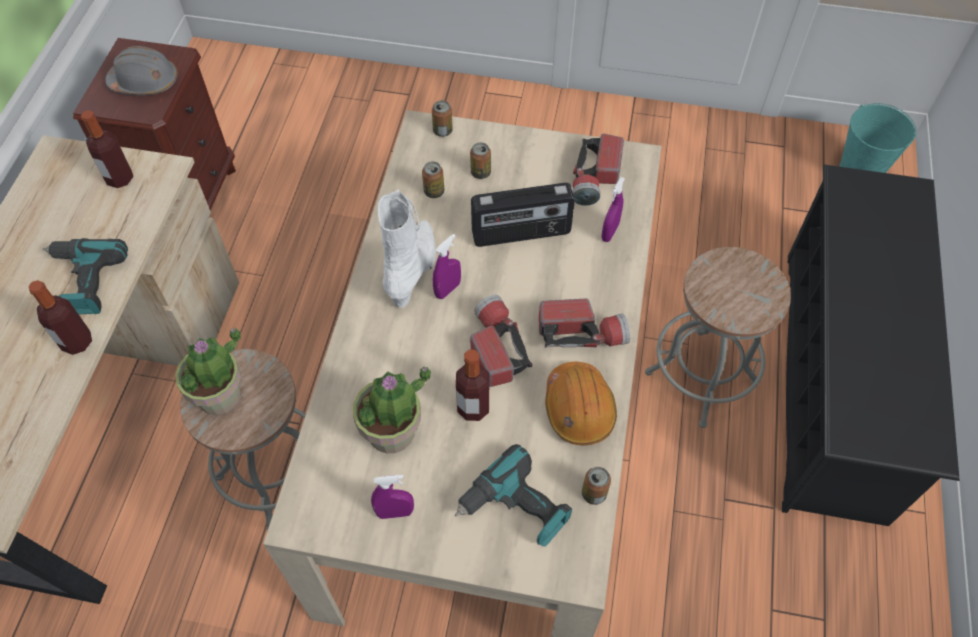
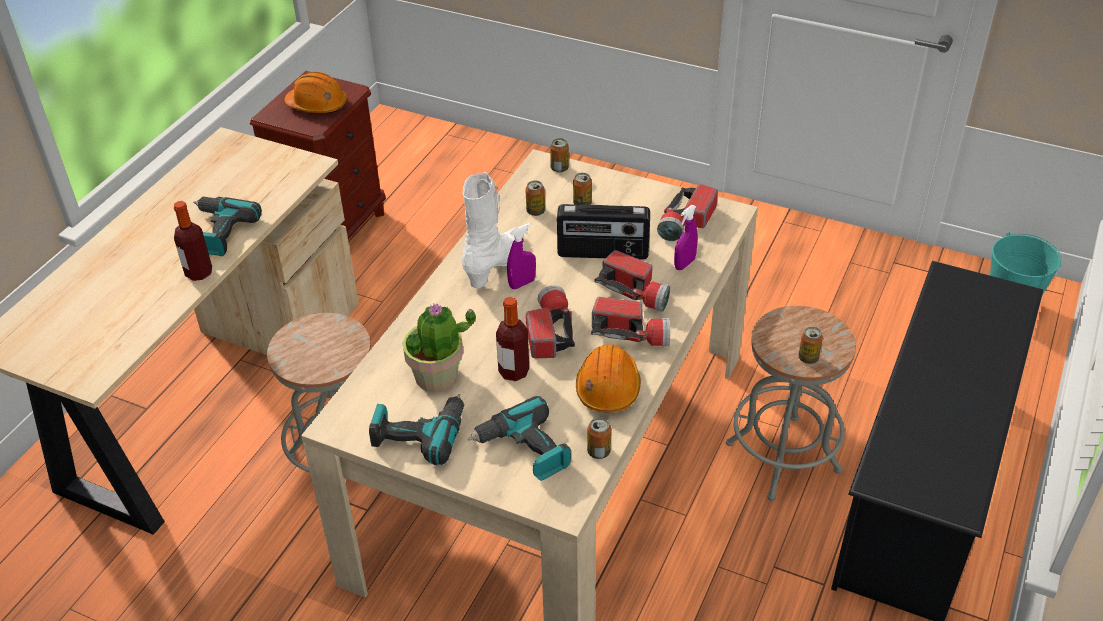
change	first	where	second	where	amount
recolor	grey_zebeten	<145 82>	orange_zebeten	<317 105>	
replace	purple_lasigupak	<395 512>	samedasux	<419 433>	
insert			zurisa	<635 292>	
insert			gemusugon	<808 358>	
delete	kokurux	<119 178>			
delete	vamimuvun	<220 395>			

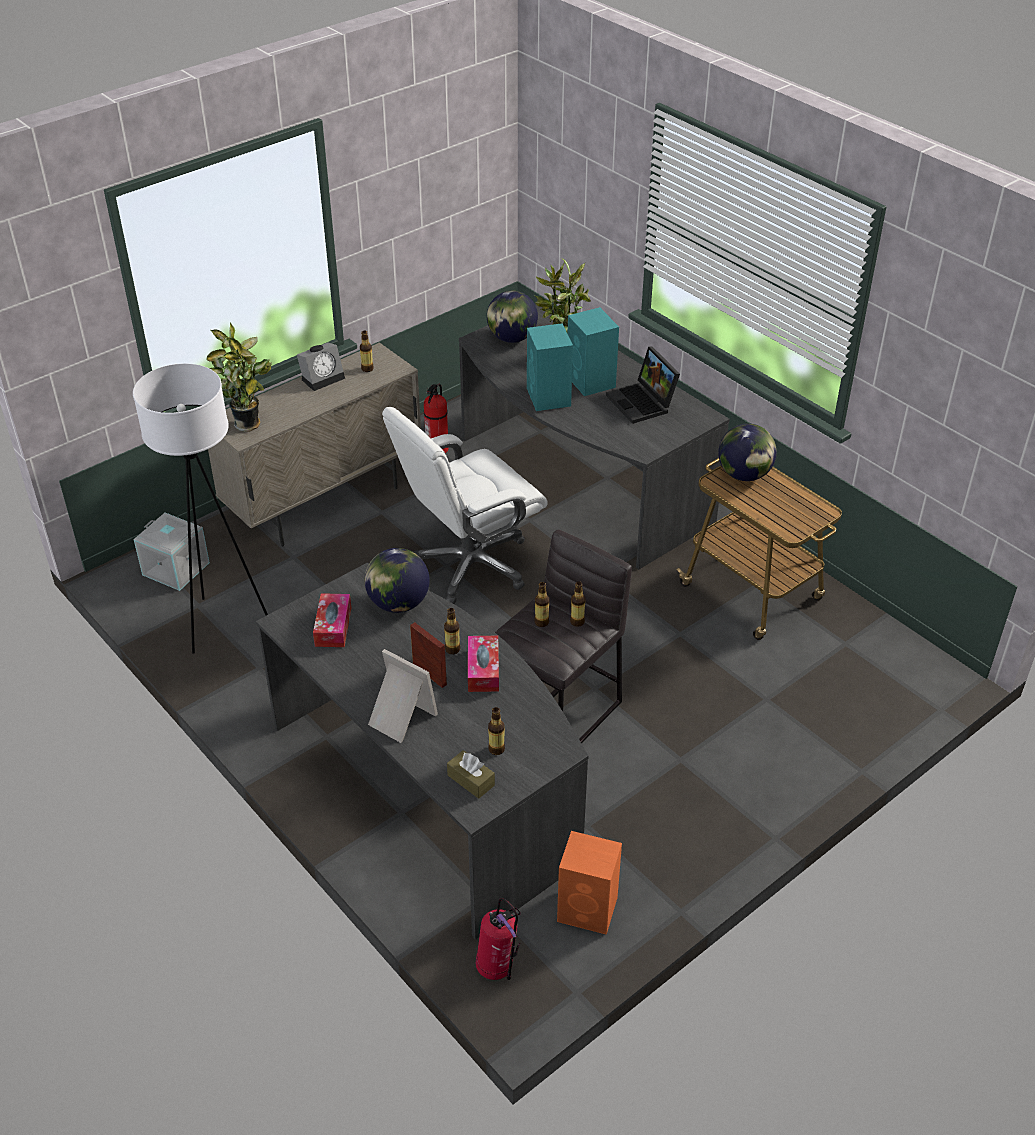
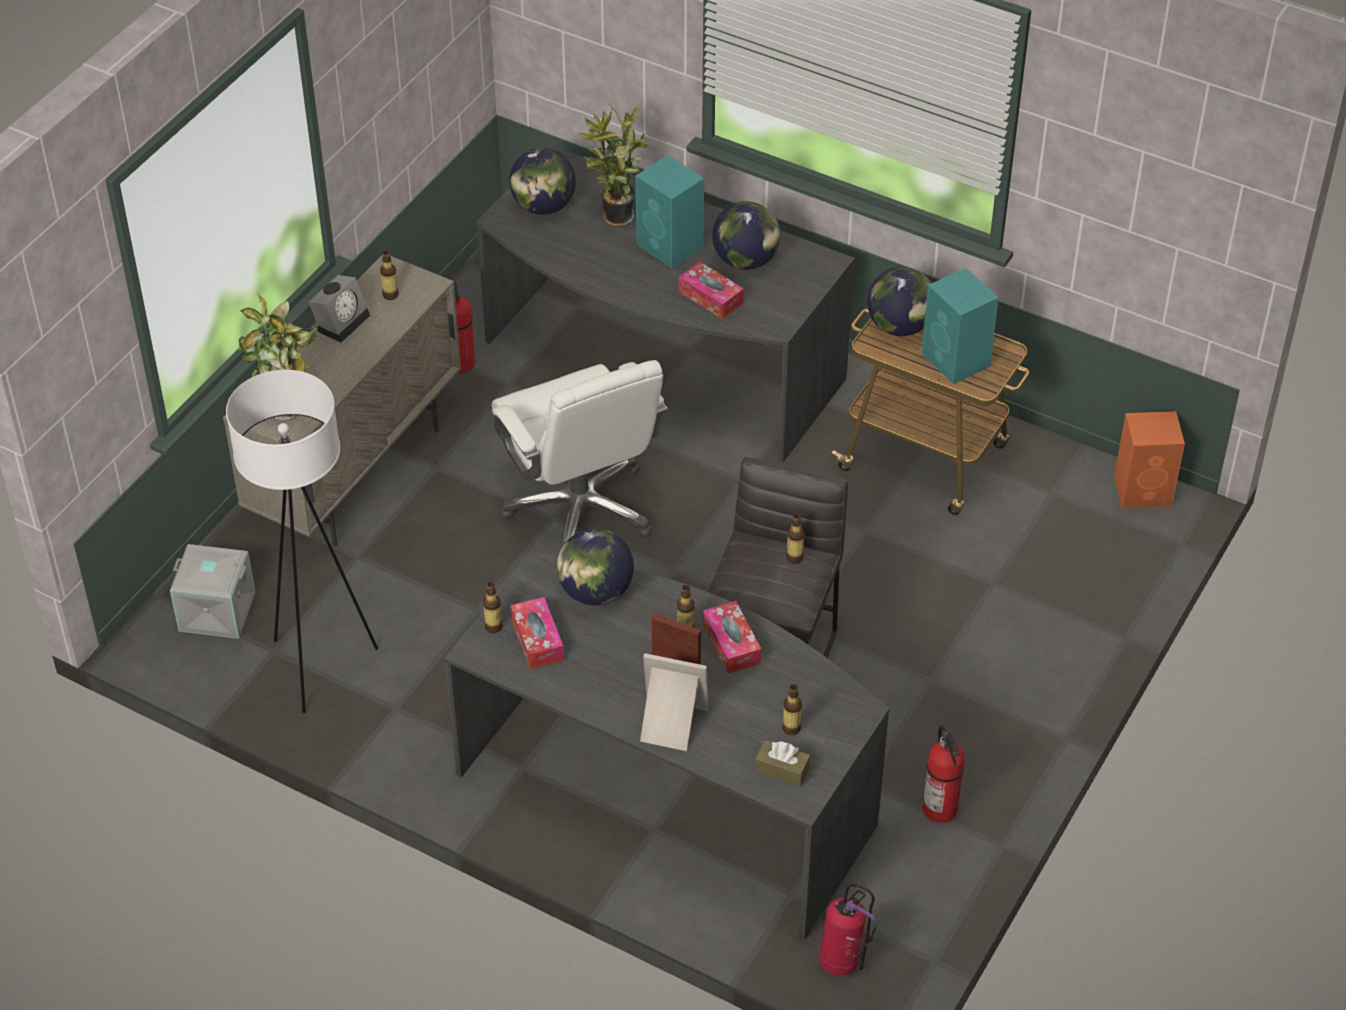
change	first	where	second	where	amount
move	kokurux	<541 622>		<493 627>	
rotate	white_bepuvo	<470 565>		<581 509>	60 degrees counterclockwise
insert			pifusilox	<711 297>	
replace	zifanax	<643 403>	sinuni	<746 261>	
move	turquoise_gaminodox	<549 398>		<956 361>	
insert			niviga	<941 809>	
move	orange_gaminodox	<589 910>		<1144 491>	

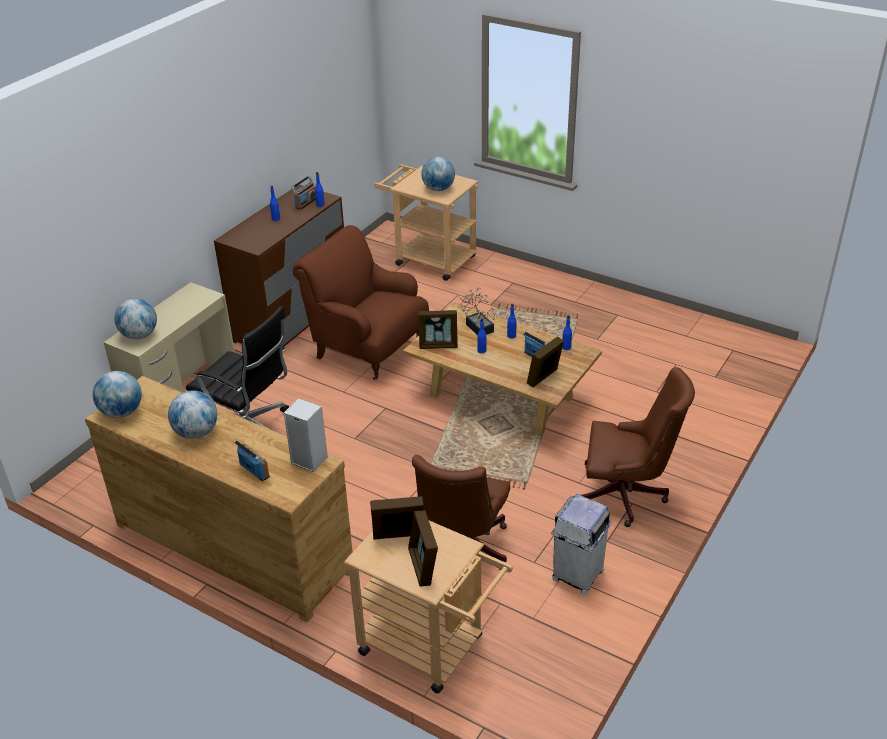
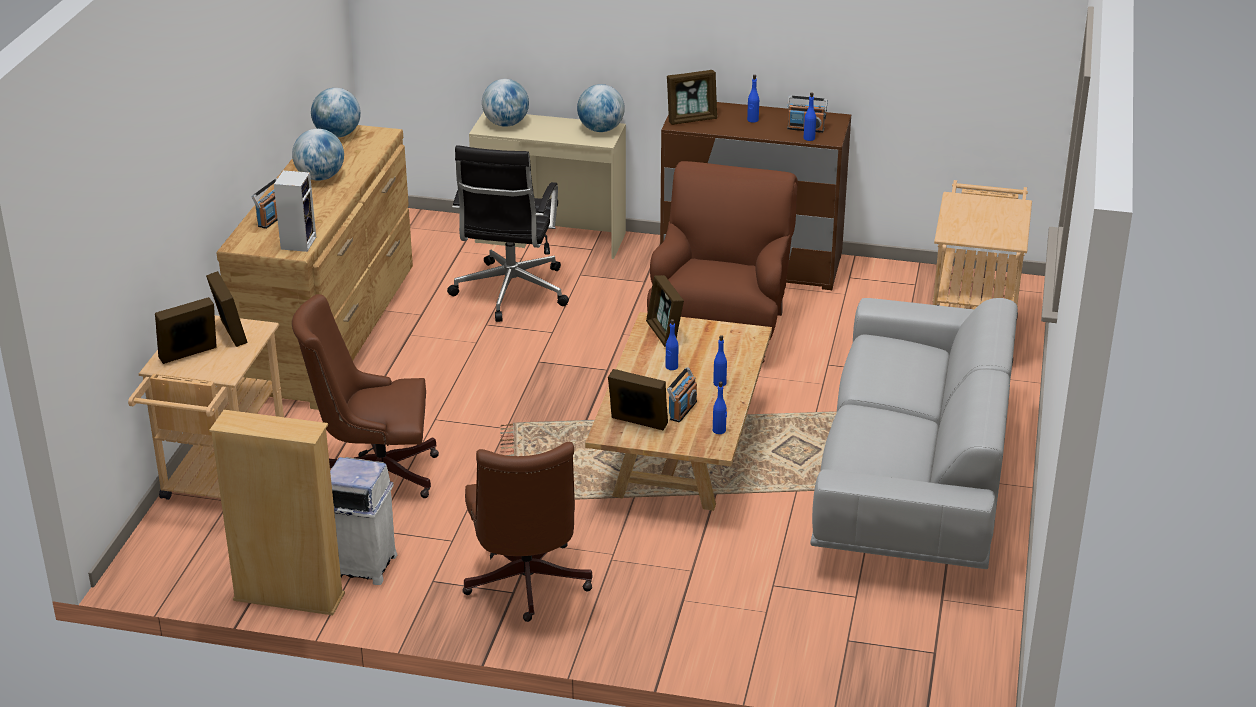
change	first	where	second	where	amount
insert			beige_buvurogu	<289 597>	
move	sinuni	<438 189>		<601 129>	
insert			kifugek	<692 119>	
insert			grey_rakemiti	<913 481>	
delete	vamimuvun	<478 326>			

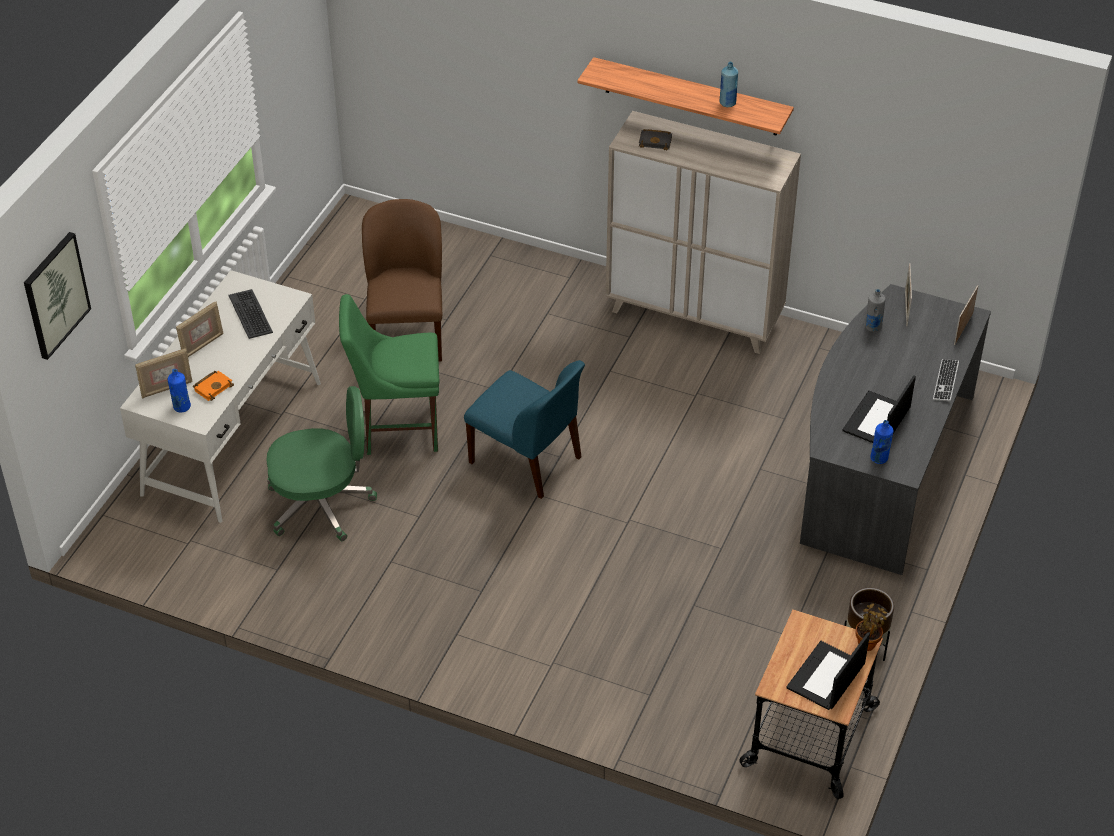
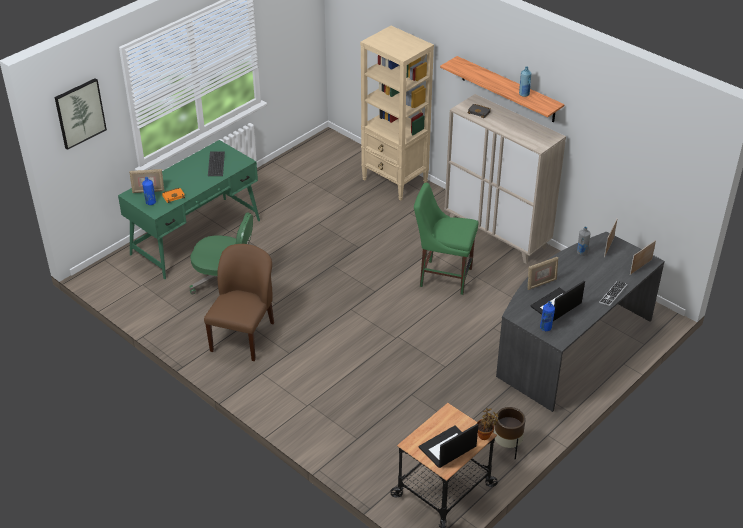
change	first	where	second	where	amount
recolor	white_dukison	<233 437>	green_dukison	<196 237>	
move	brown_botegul	<407 333>		<243 336>	
insert			beige_buvurogu	<395 181>	
move	green_botegul	<396 429>		<443 276>	
move	kifugek	<202 345>		<541 283>	
delete	blue_botegul	<527 461>			

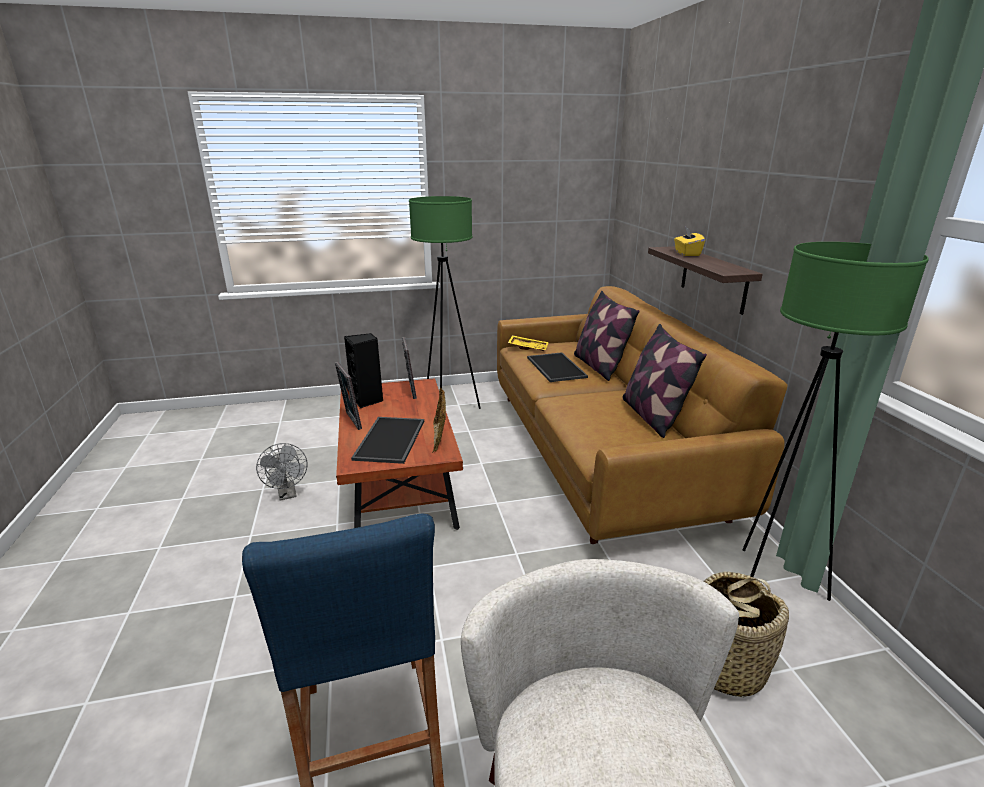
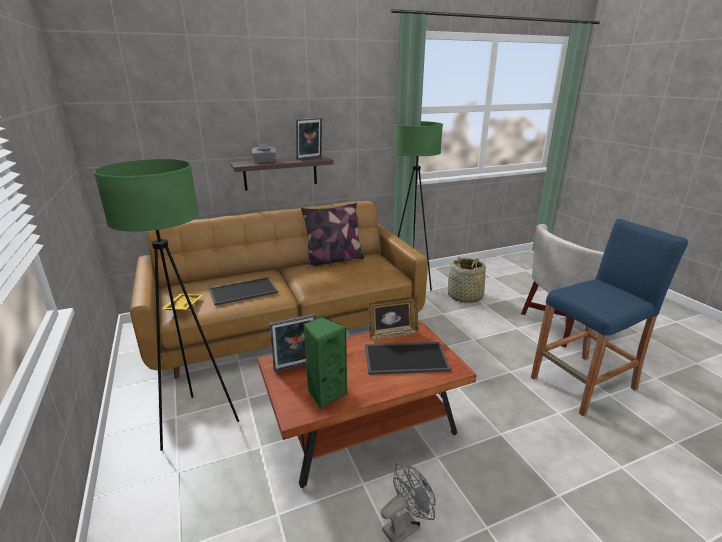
change	first	where	second	where	amount
recolor	yellow_pifusilox	<686 253>	grey_pifusilox	<265 161>	
move	kifugek	<351 421>		<310 158>	
recolor	black_gaminodox	<367 400>	green_gaminodox	<325 393>	
delete	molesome	<599 366>			

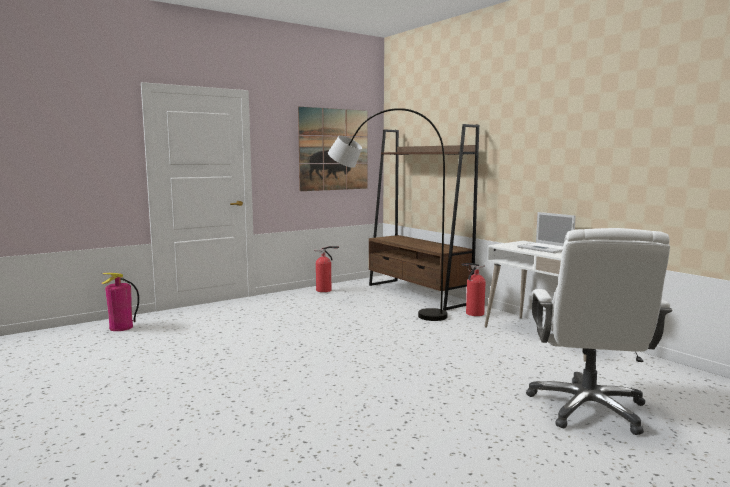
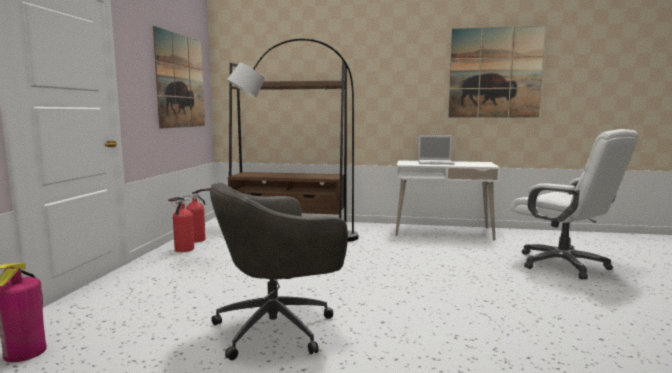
change	first	where	second	where	amount
move	niviga	<473 314>		<183 250>	
insert			grey_bepuvo	<278 328>	
insert			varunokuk	<495 73>	

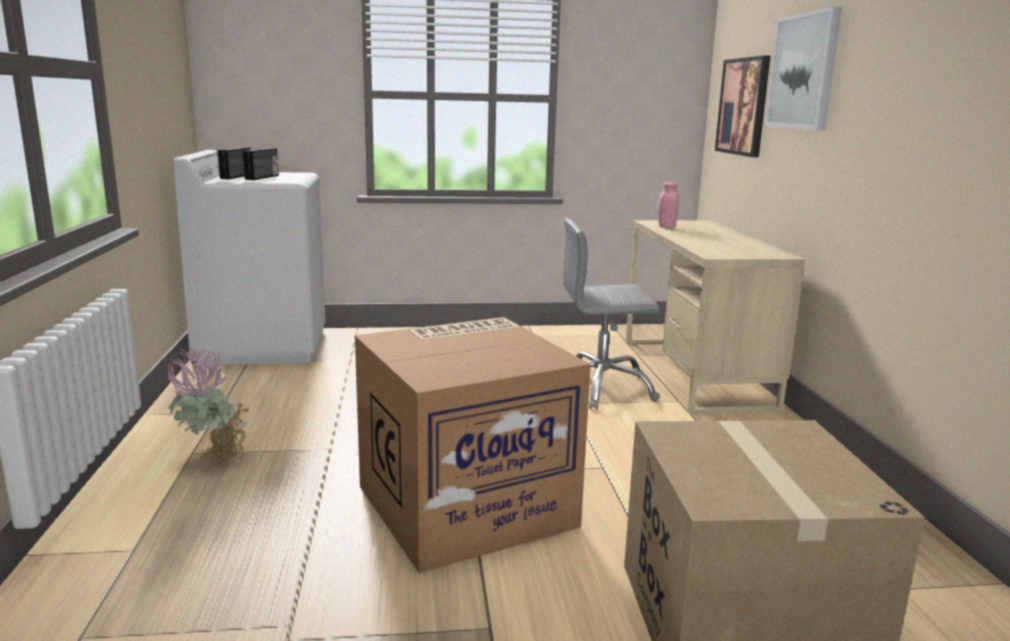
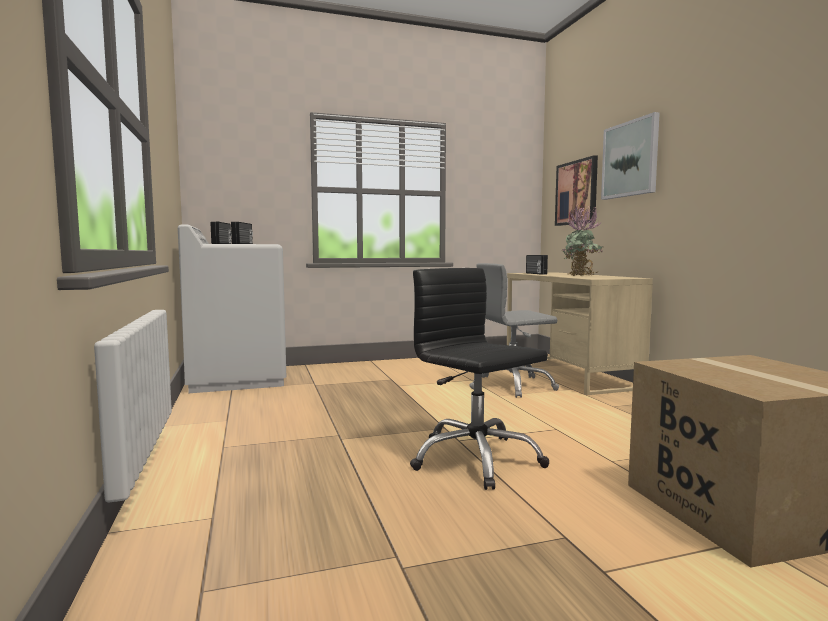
change	first	where	second	where	amount
replace	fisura	<467 504>	black_bepuvo	<475 459>	
replace	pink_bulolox	<666 227>	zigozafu	<535 273>	
move	vamimuvun	<214 462>		<581 276>	

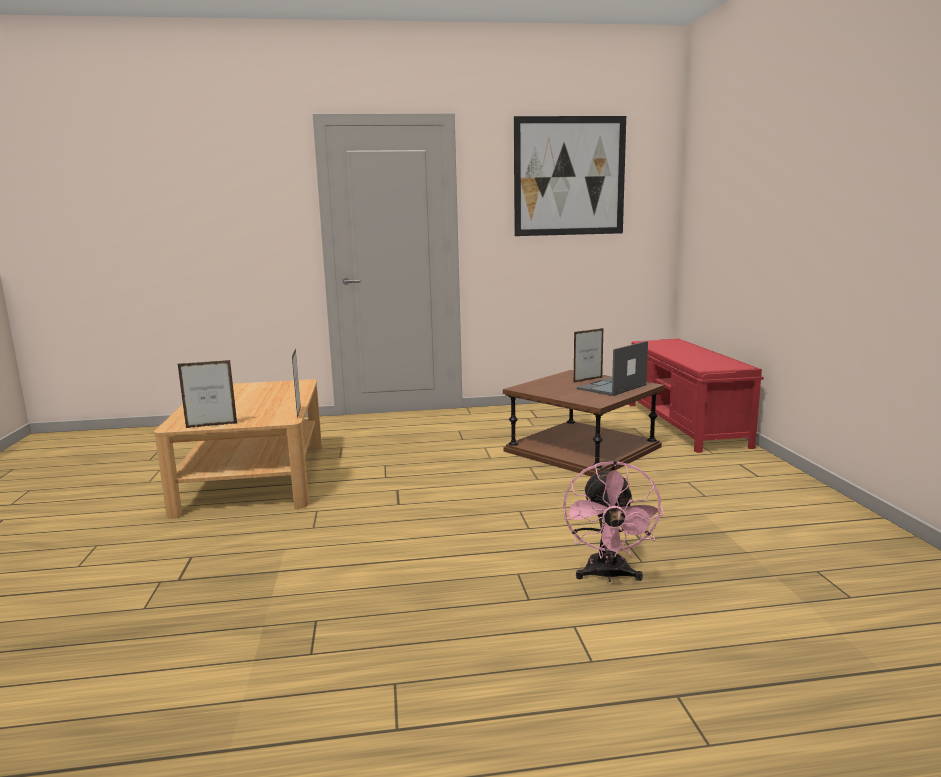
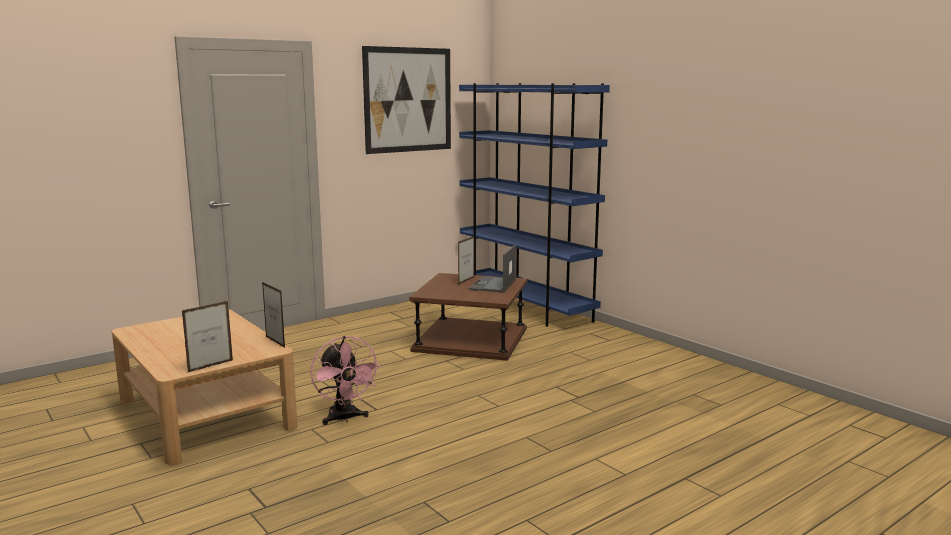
change	first	where	second	where	amount
move	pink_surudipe	<608 576>		<345 418>	
replace	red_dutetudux	<685 424>	blue_buvurogu	<525 308>	

